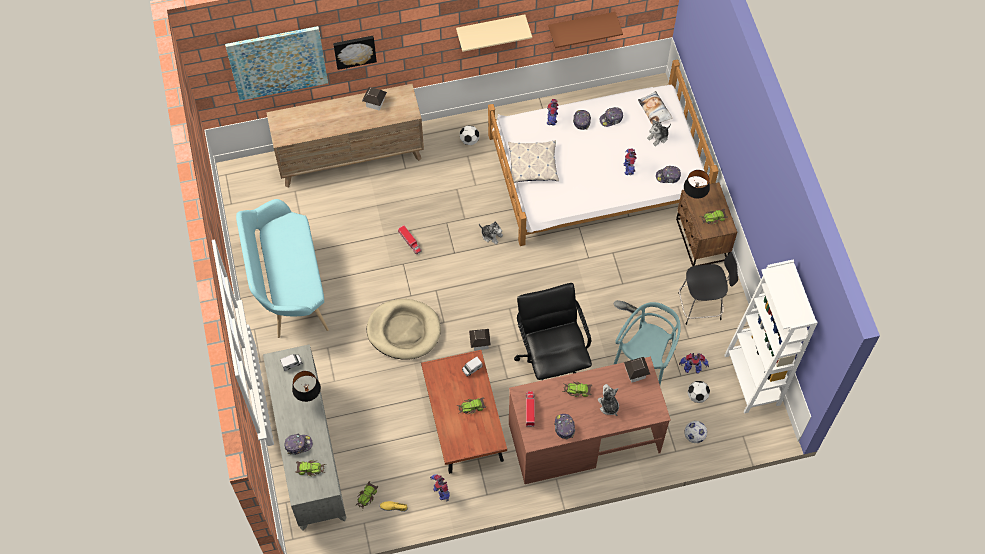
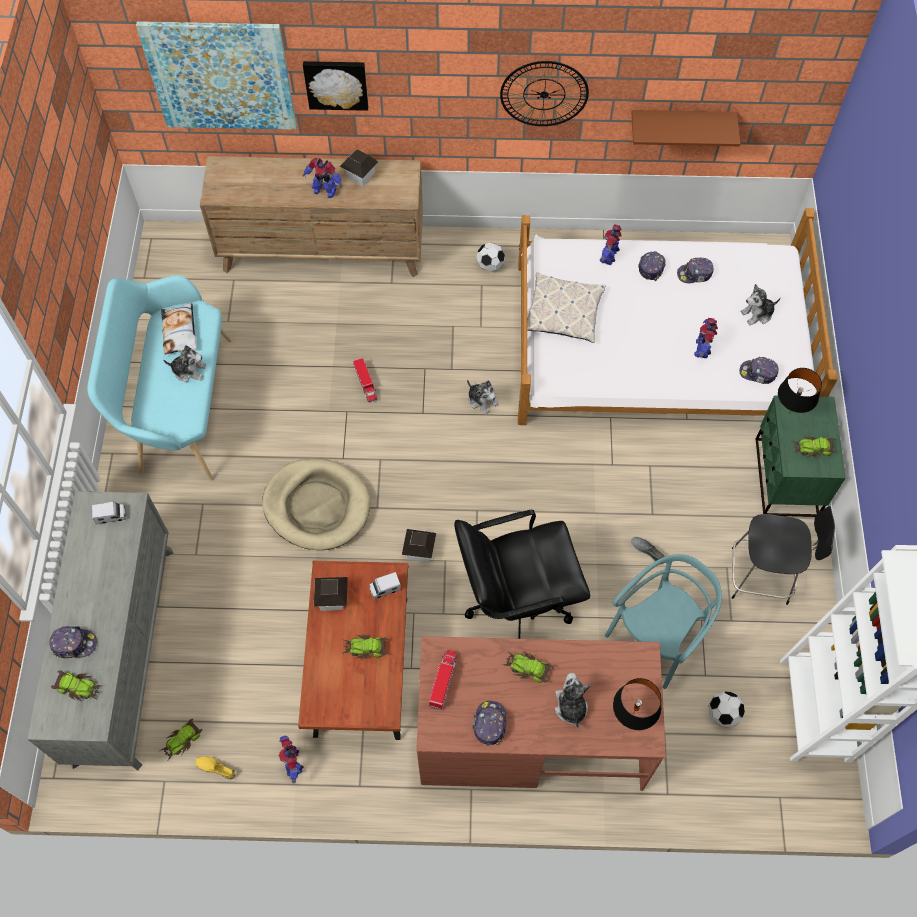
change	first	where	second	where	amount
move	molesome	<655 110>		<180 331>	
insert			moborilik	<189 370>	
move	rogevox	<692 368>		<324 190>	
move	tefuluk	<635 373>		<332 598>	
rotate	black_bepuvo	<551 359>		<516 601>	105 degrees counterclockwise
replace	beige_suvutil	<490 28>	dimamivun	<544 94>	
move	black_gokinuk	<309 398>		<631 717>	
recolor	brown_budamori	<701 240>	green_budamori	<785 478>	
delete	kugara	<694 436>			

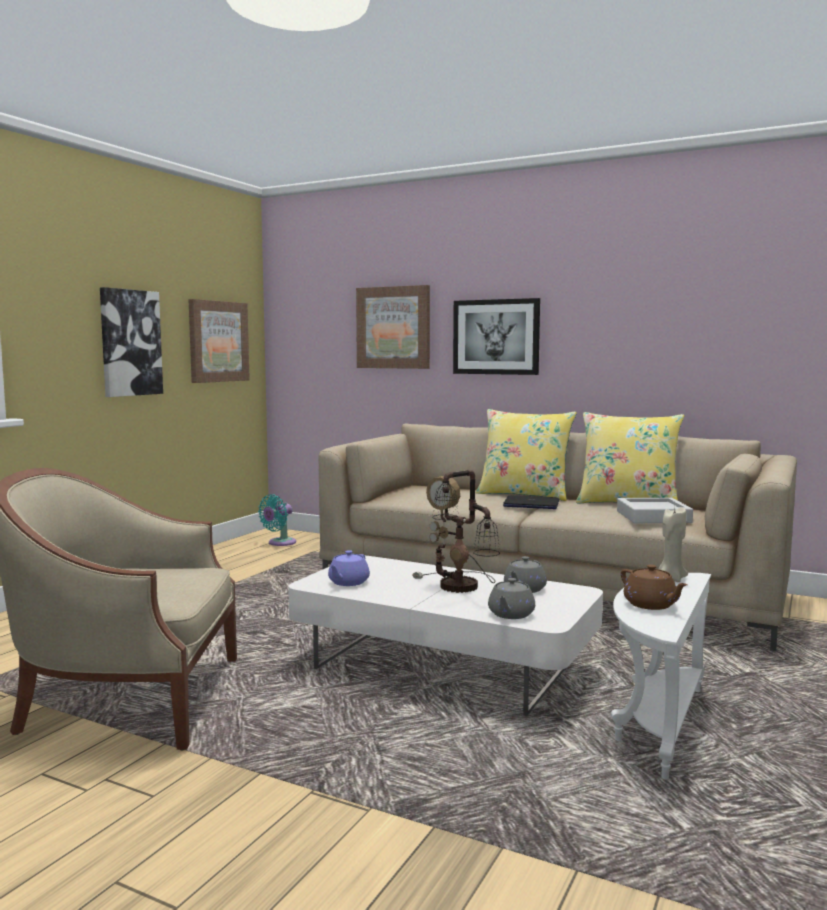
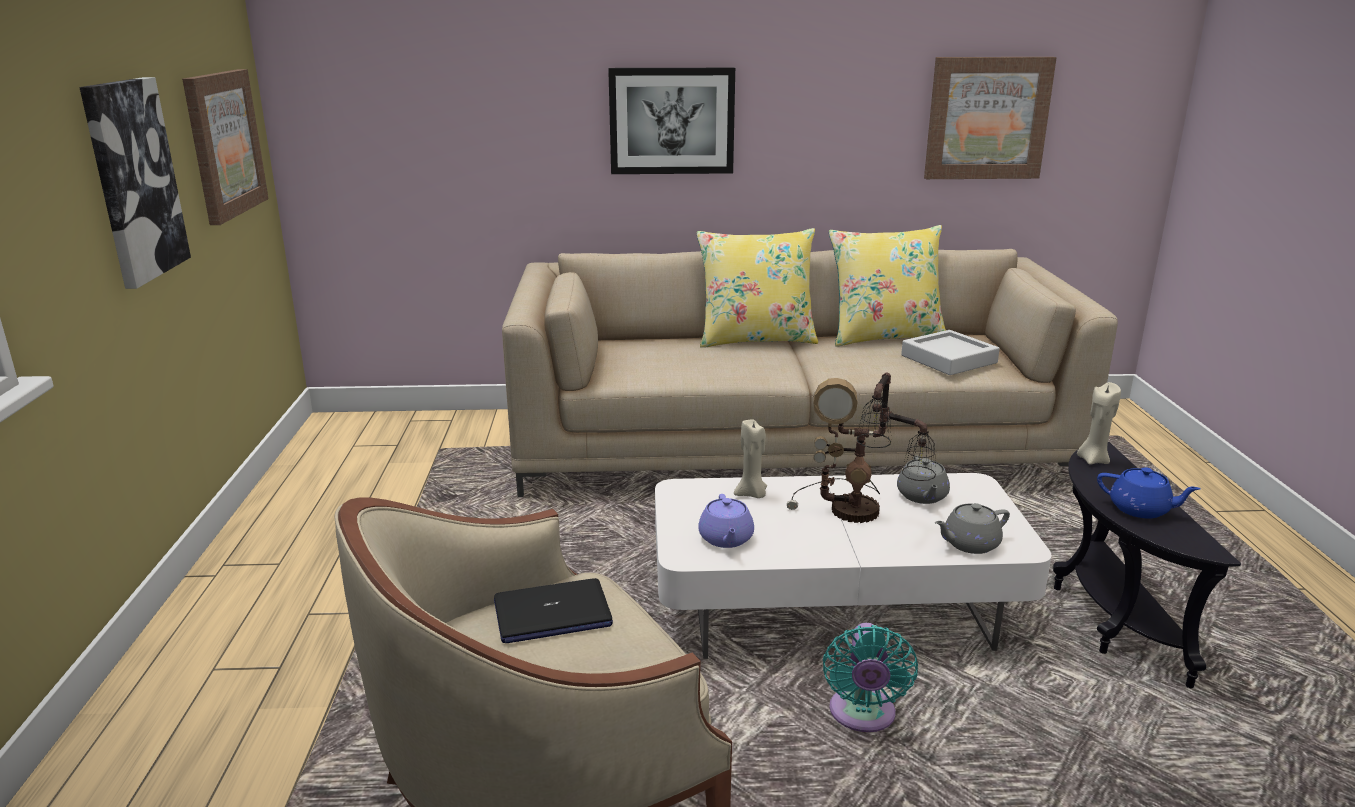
change	first	where	second	where	amount
move	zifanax	<531 504>		<552 613>	
insert			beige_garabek	<752 494>	
move	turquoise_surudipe	<279 543>		<862 716>	
move	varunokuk	<393 327>		<987 118>	
rotate	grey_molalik	<510 614>		<969 544>	75 degrees clockwise
recolor	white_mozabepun	<658 725>	black_mozabepun	<1108 619>	
recolor	brown_molalik	<651 605>	blue_molalik	<1141 509>	

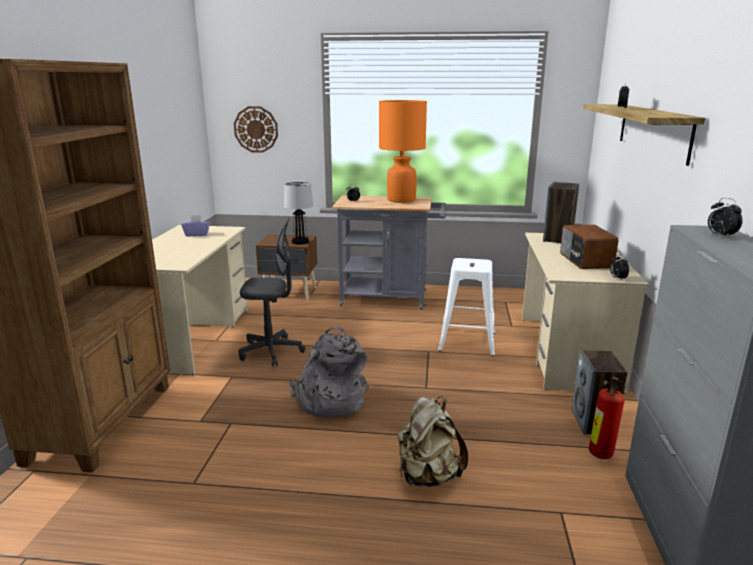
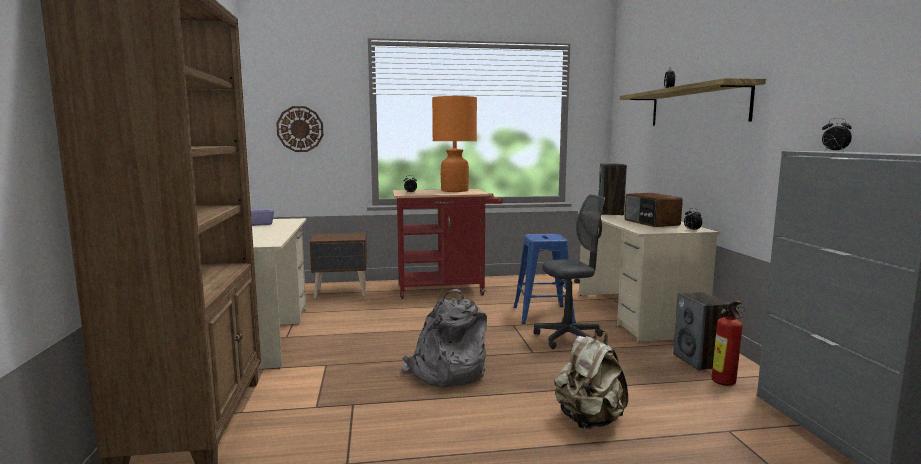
change	first	where	second	where	amount
recolor	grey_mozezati	<390 299>	red_mozezati	<446 290>	
recolor	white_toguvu	<466 341>	blue_toguvu	<542 314>	
move	grey_bepuvo	<271 351>		<568 338>	
delete	gokinuk	<300 242>			

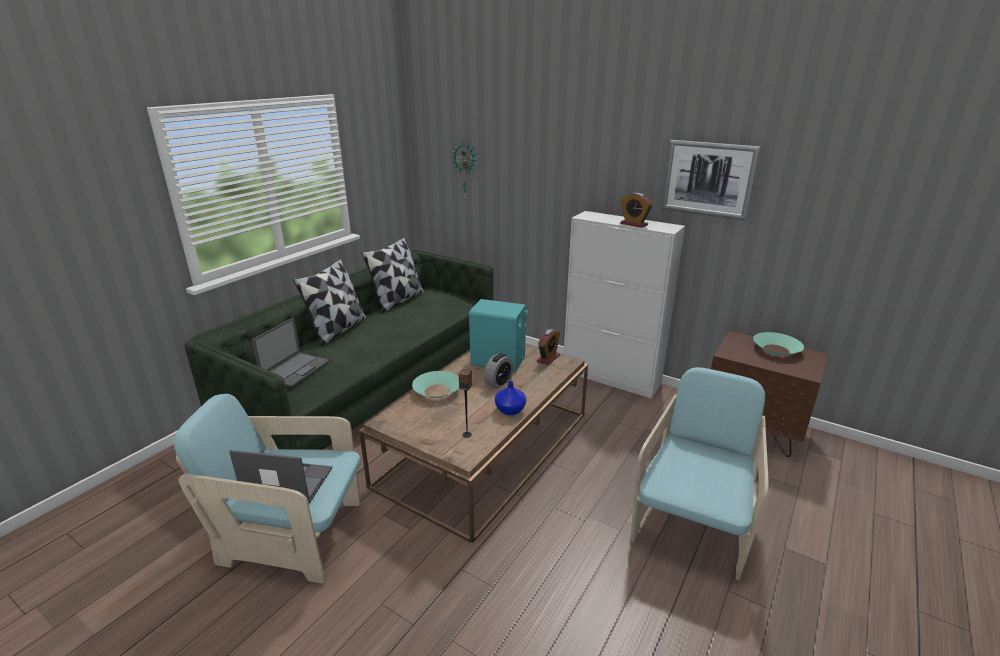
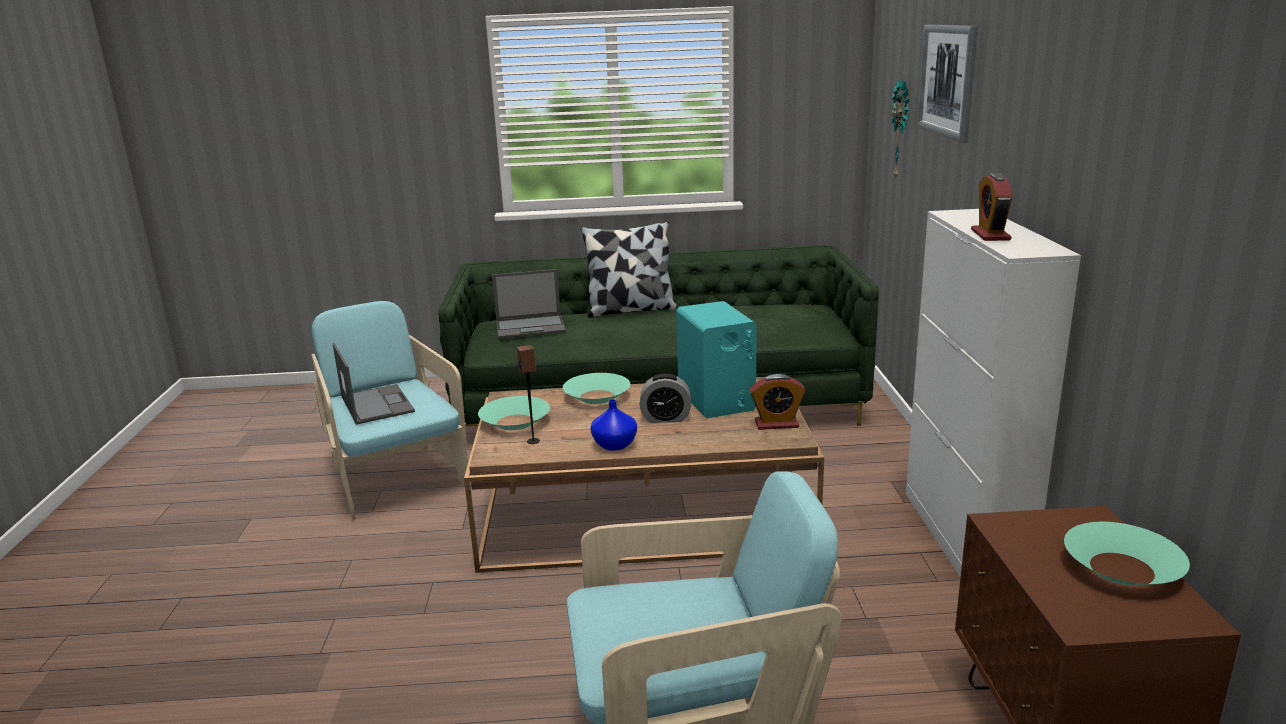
change	first	where	second	where	amount
insert			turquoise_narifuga	<515 422>	
move	varunokuk	<708 179>		<947 80>	
delete	molesome	<397 300>			

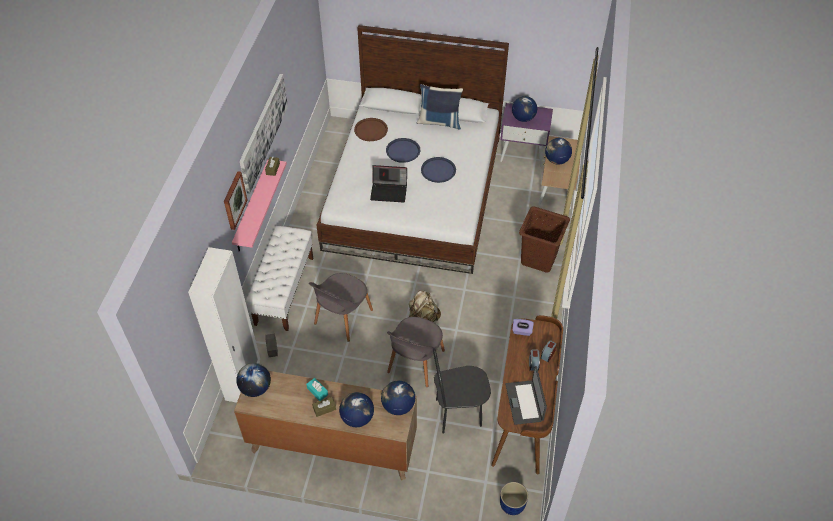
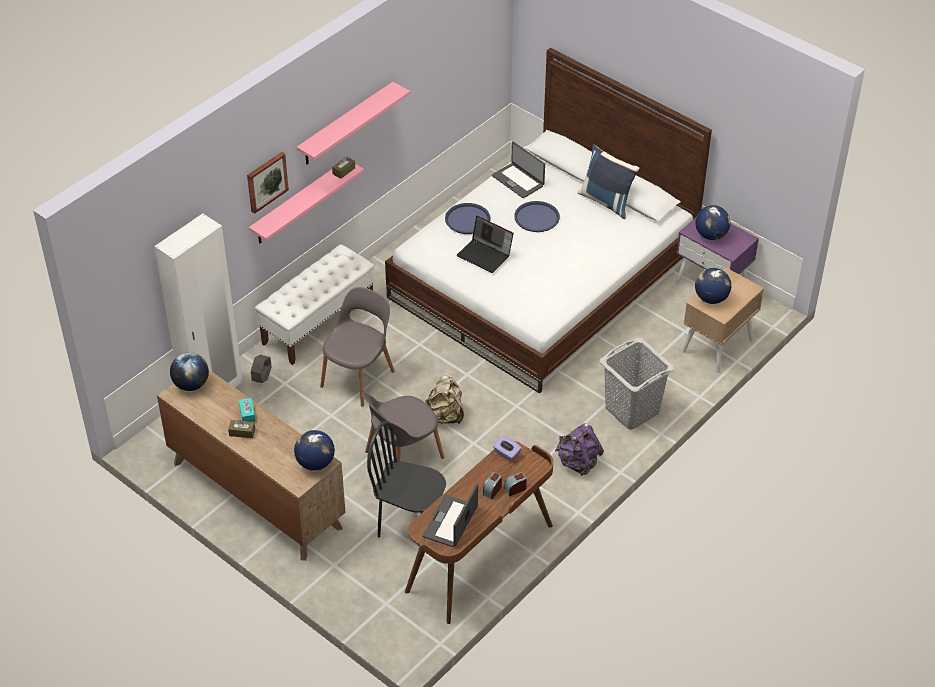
change	first	where	second	where	amount
replace	varunokuk	<263 132>	pink_suvutil	<346 124>	
rotate	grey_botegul	<342 318>		<358 377>	150 degrees clockwise
move	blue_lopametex	<438 170>		<467 219>	
replace	brown_lopametex	<371 130>	zifanax	<518 180>	
insert			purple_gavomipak	<578 462>	
recolor	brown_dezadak	<538 258>	grey_dezadak	<632 410>	
delete	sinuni	<357 418>			
delete	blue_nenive	<511 505>			

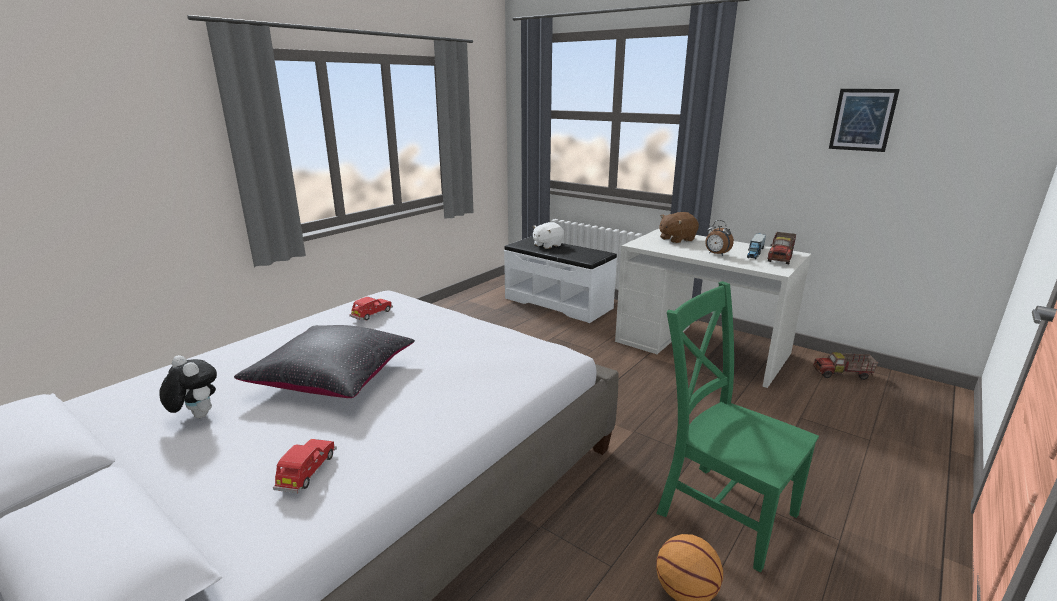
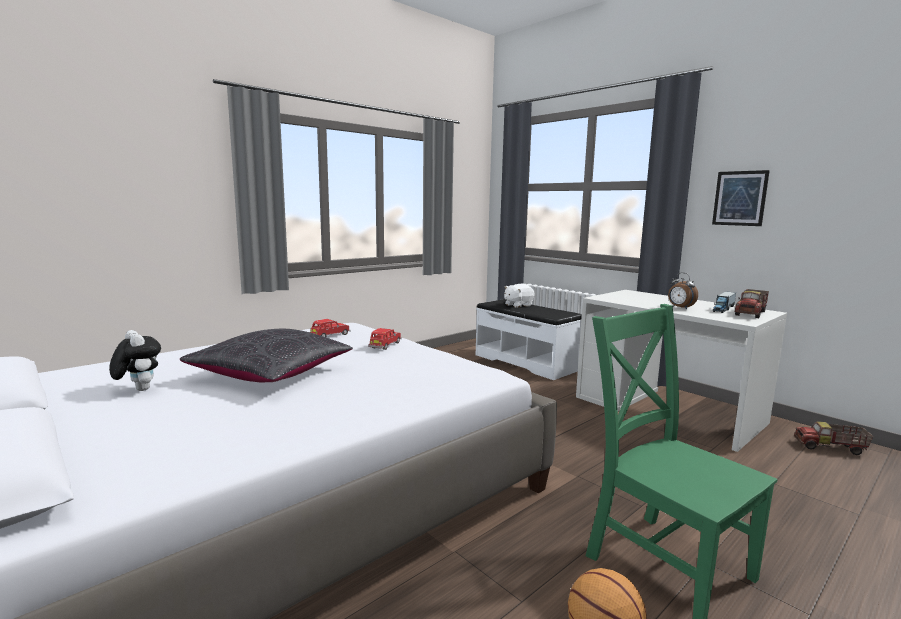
change	first	where	second	where	amount
move	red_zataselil	<307 473>		<385 346>	
move	varunokuk	<862 120>		<739 198>	
delete	brown_moborilik	<676 239>			

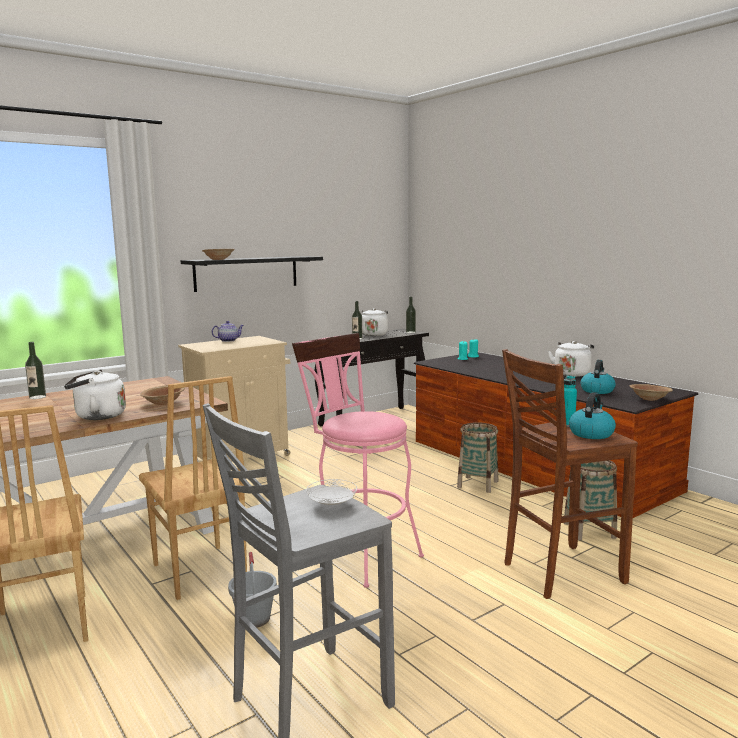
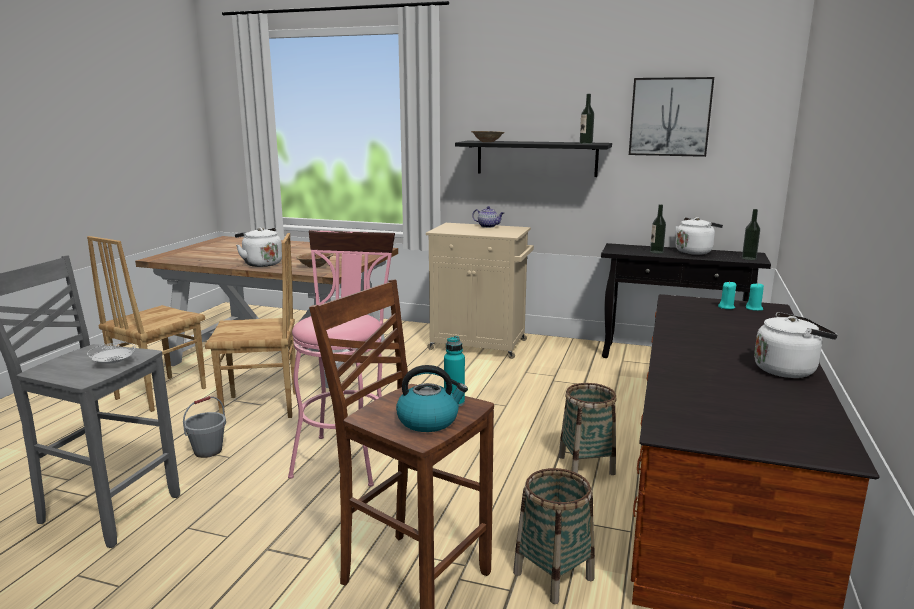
change	first	where	second	where	amount
rotate	brown_botegul	<198 572>		<261 407>	120 degrees counterclockwise
move	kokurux	<37 397>		<586 143>	
insert			varunokuk	<670 117>	
delete	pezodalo	<597 390>			
delete	brown_narifuga	<650 399>			

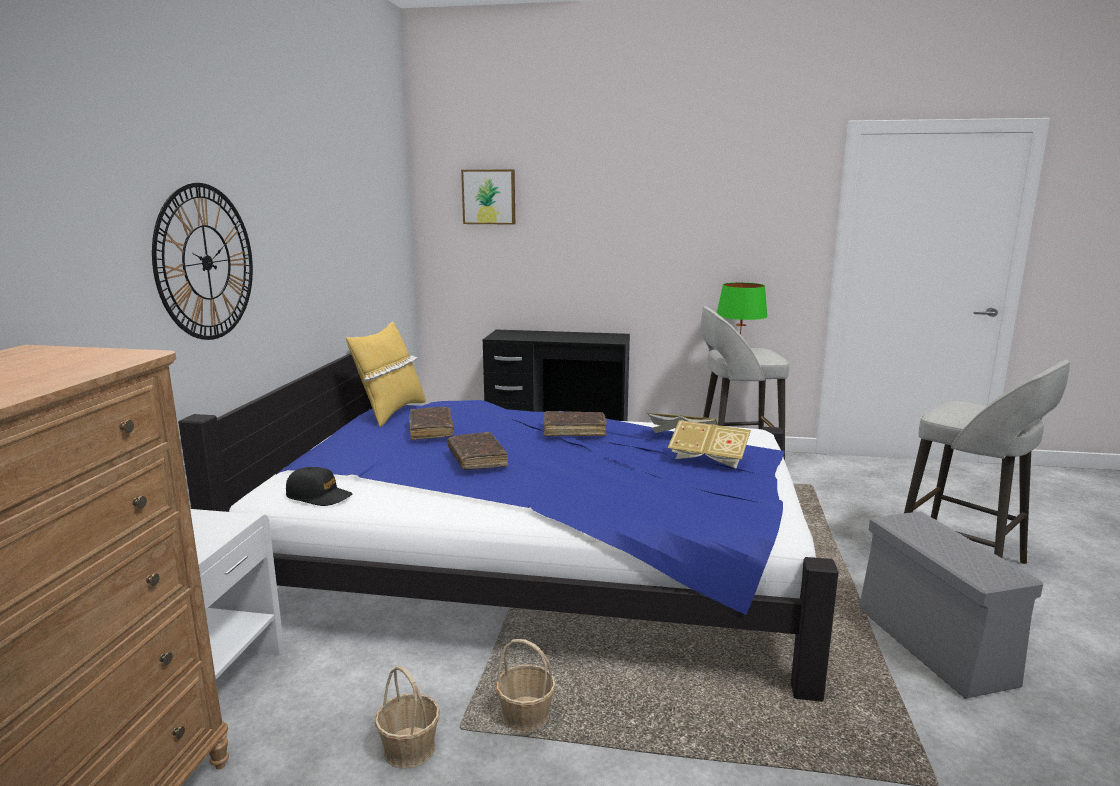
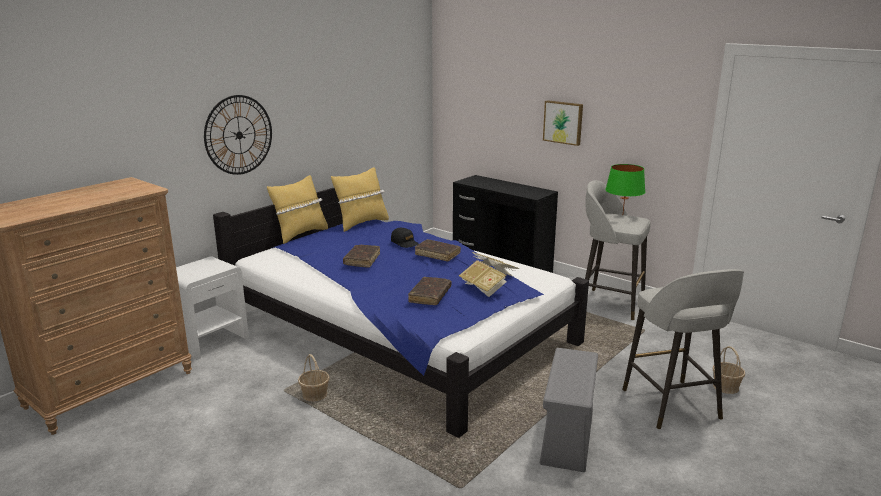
change	first	where	second	where	amount
insert			yellow_molesome	<300 234>	
move	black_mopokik	<319 496>		<405 243>	
move	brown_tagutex	<431 430>		<430 296>	
move	varunokuk	<489 197>		<563 122>	
move	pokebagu	<409 748>		<726 387>	

